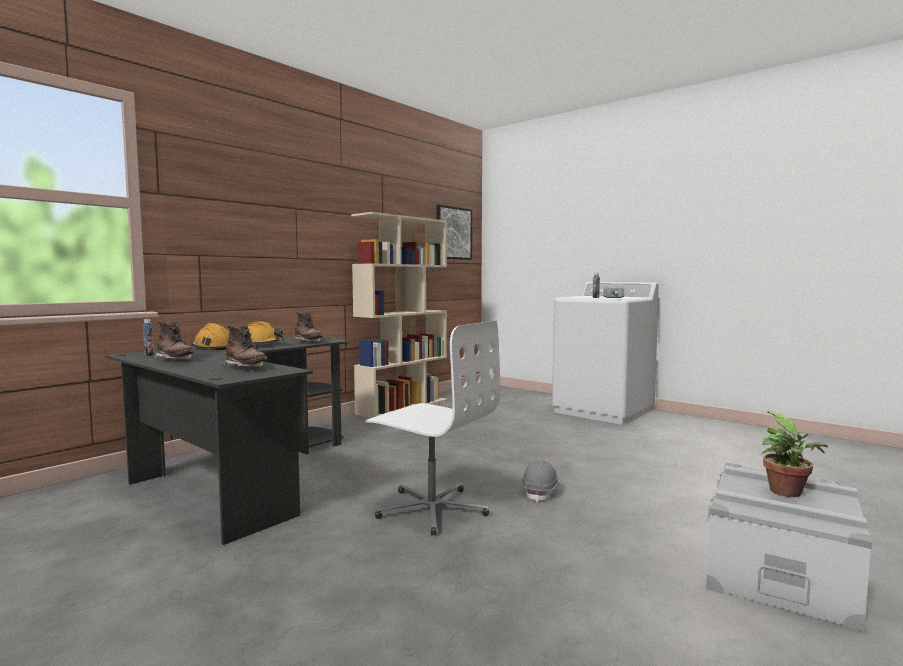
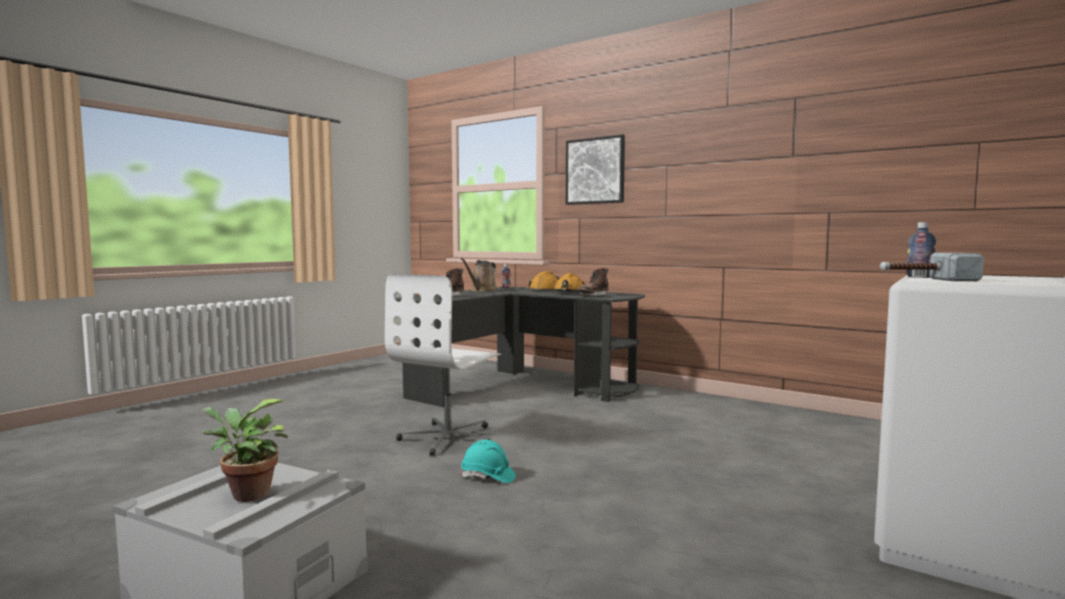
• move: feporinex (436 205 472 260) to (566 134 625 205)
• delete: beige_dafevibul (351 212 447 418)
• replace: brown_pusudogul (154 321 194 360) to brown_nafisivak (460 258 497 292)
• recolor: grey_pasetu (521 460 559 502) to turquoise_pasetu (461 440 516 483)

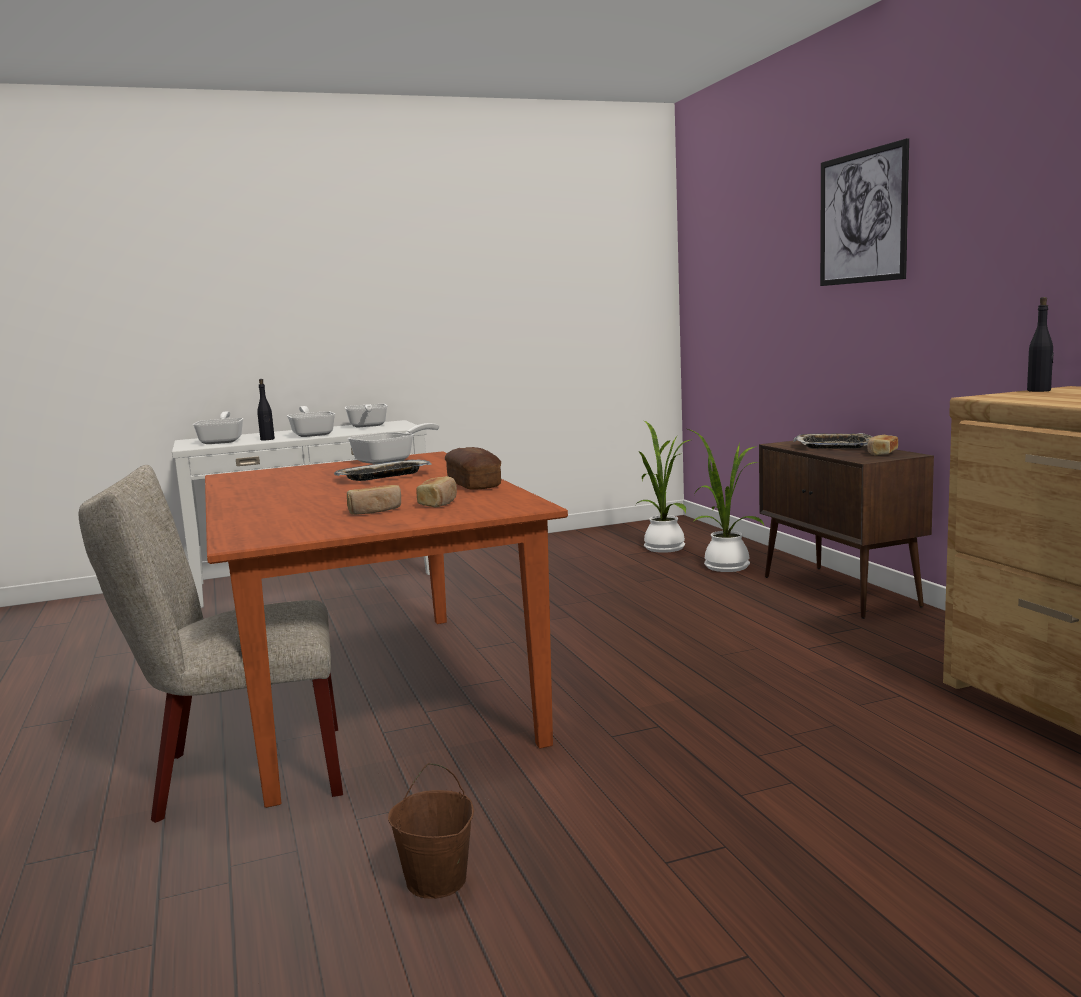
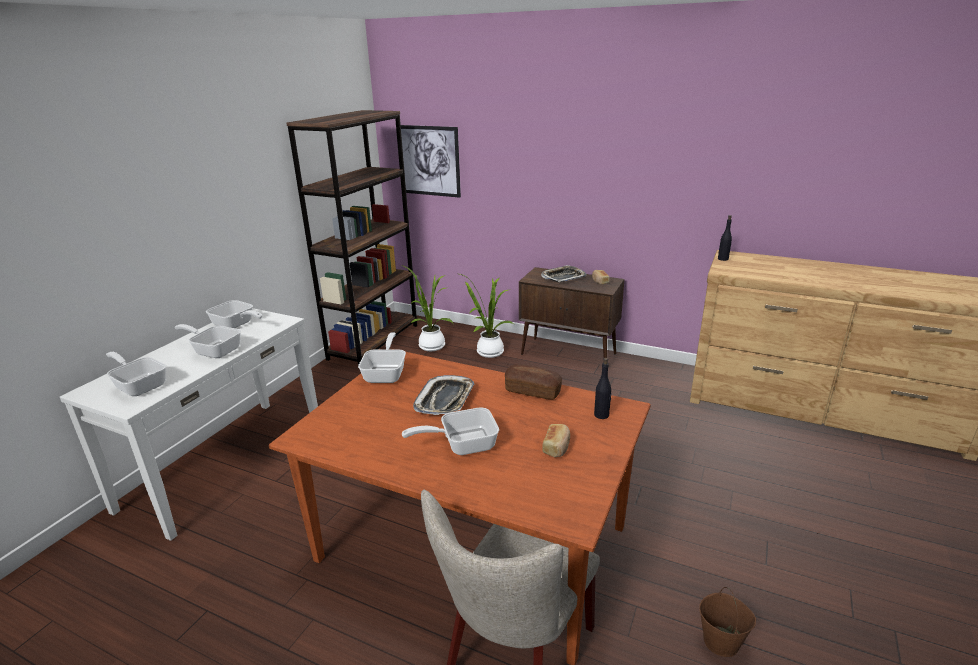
• move: feporinex (820 138 909 286) to (401 125 461 198)
• move: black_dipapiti (257 379 275 440) to (594 358 612 419)
• delete: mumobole (416 476 457 507)
• insert: brown_dafevibul (287 110 417 365)
• insert: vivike (402 407 499 455)

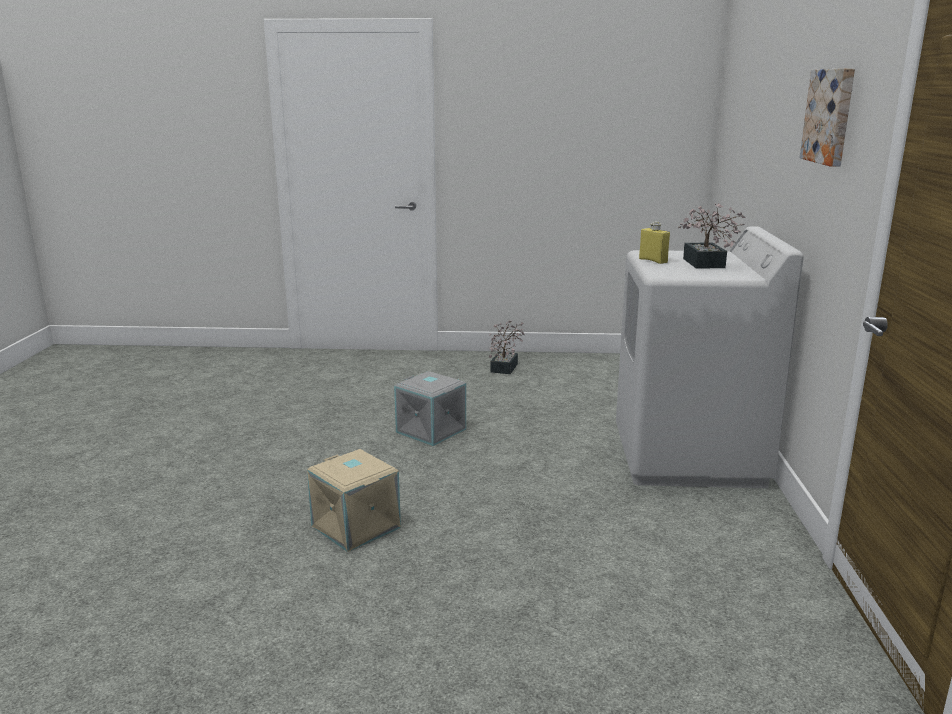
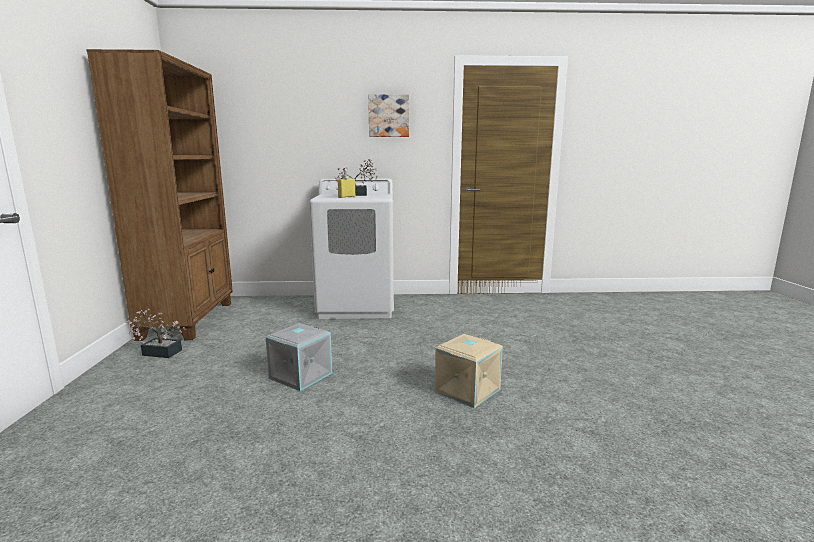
• insert: brown_dafevibul (86 49 233 341)

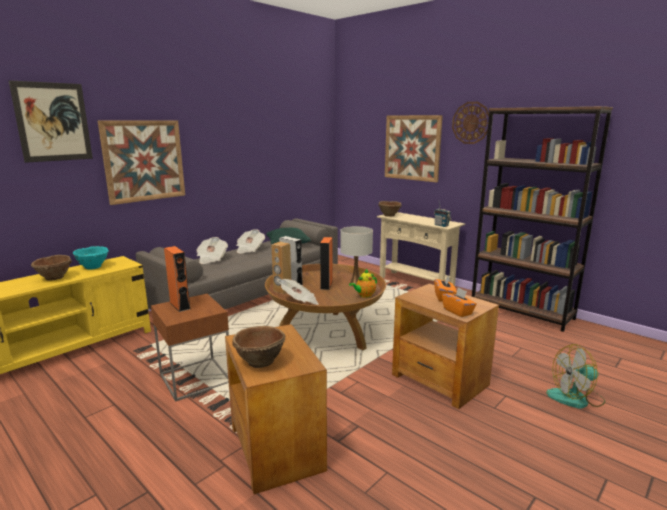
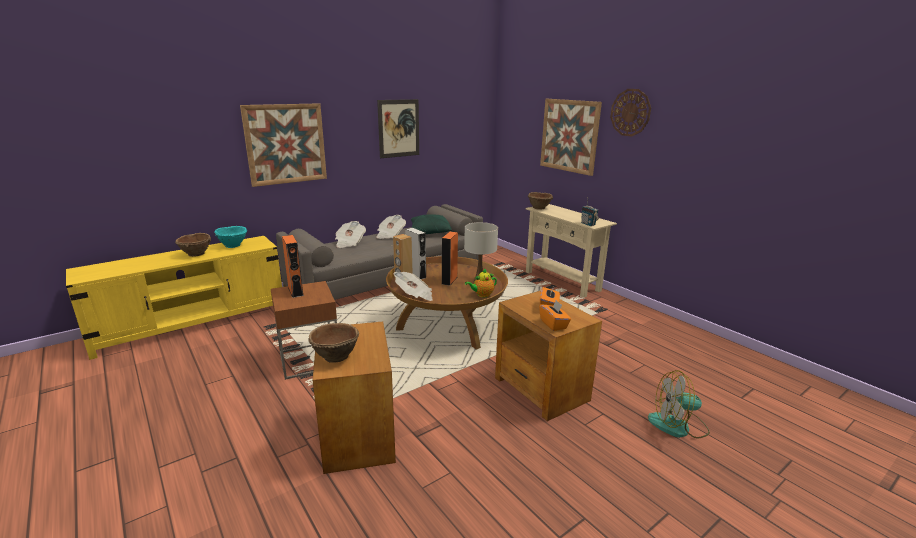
• move: feporinex (9 80 93 163) to (377 99 419 158)
• delete: brown_dafevibul (472 106 613 332)

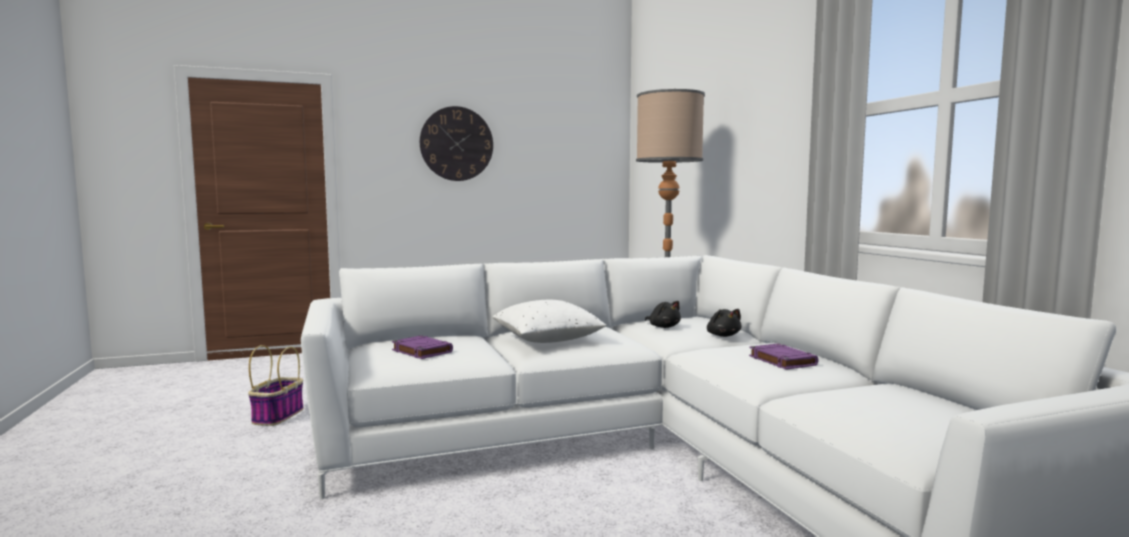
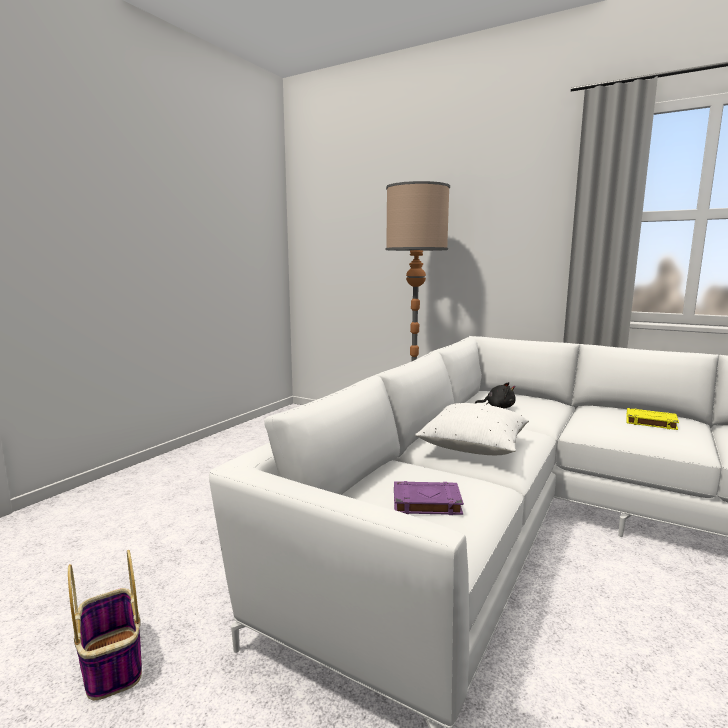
• delete: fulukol (420 106 493 181)
• delete: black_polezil (707 309 742 337)
• recolor: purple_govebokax (749 343 819 370) to yellow_govebokax (626 408 679 430)

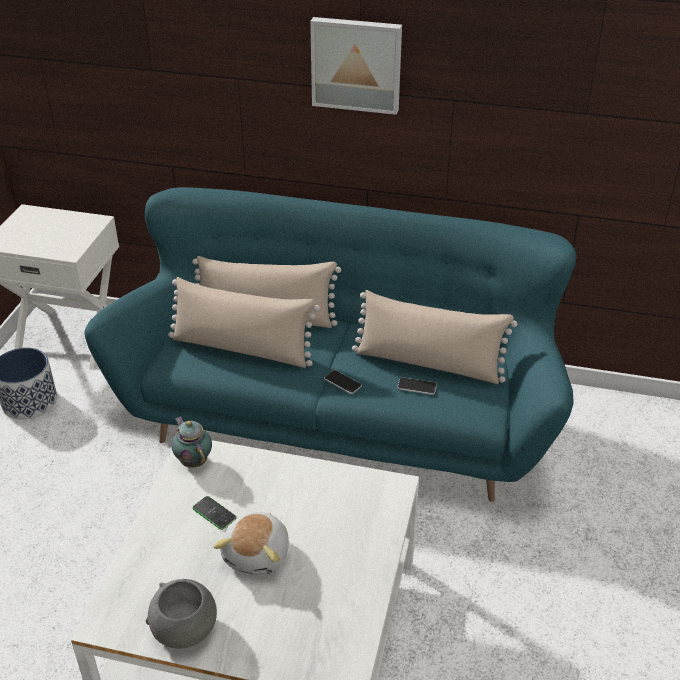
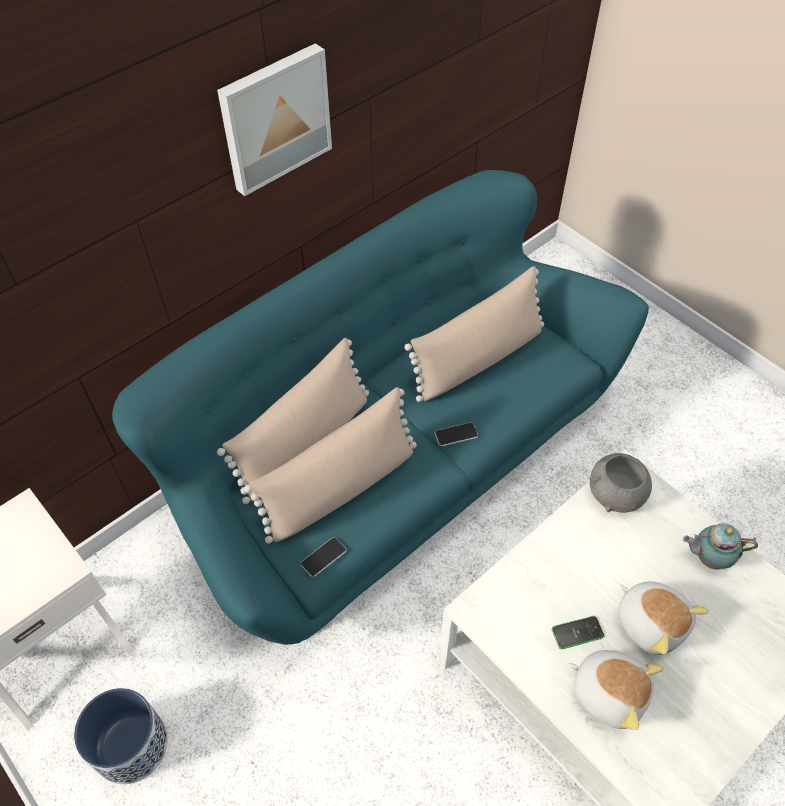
• move: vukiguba (397 377 437 395) to (300 537 347 577)
• move: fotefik (172 416 212 468) to (683 523 758 569)
• move: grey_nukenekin (146 579 217 649) to (590 453 652 513)
• insert: polezil (568 650 664 730)

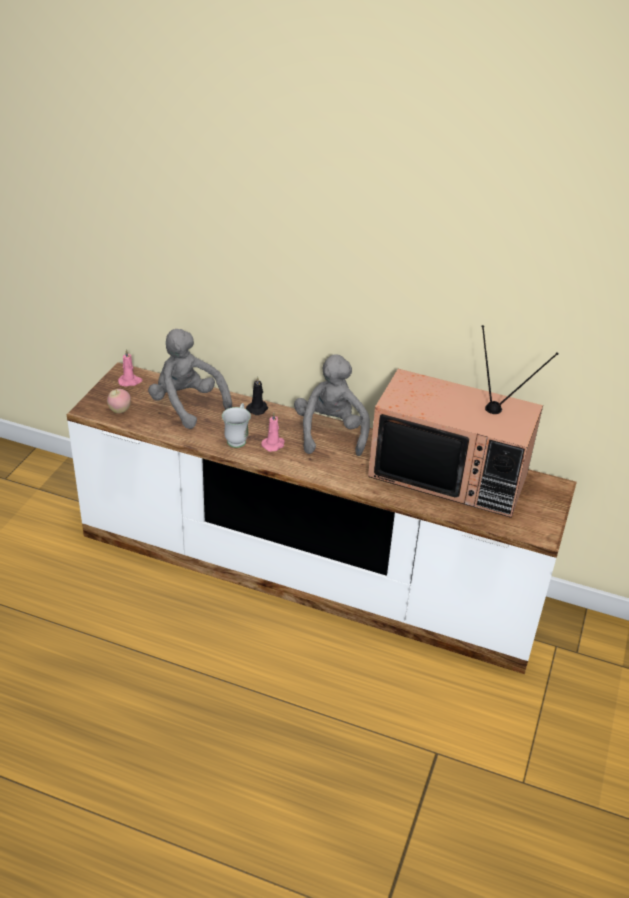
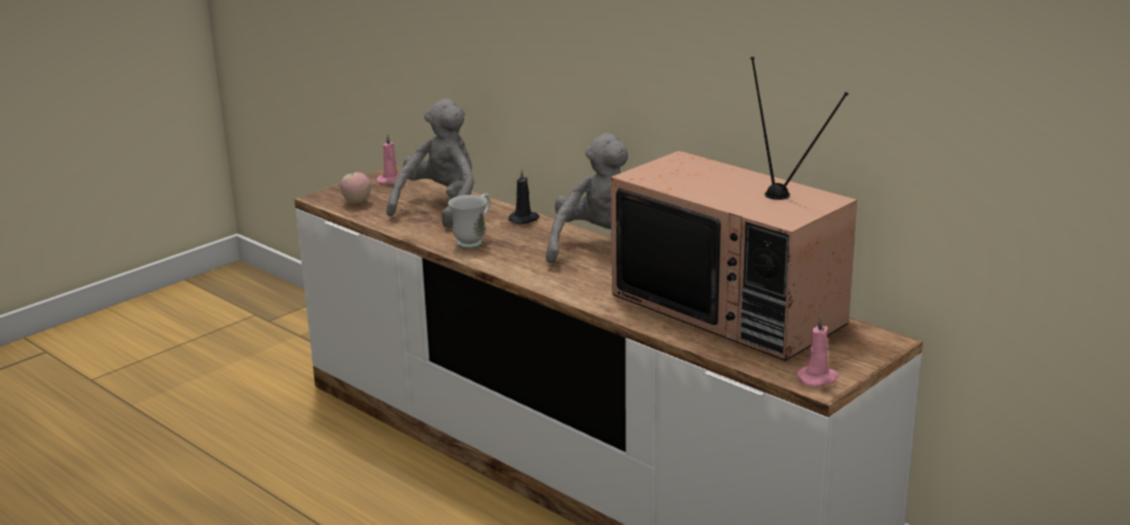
• rotate: grey_polezil (148 329 232 429) = (387 99 474 228) 45 degrees clockwise
• move: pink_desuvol (261 412 285 452) to (797 315 839 386)

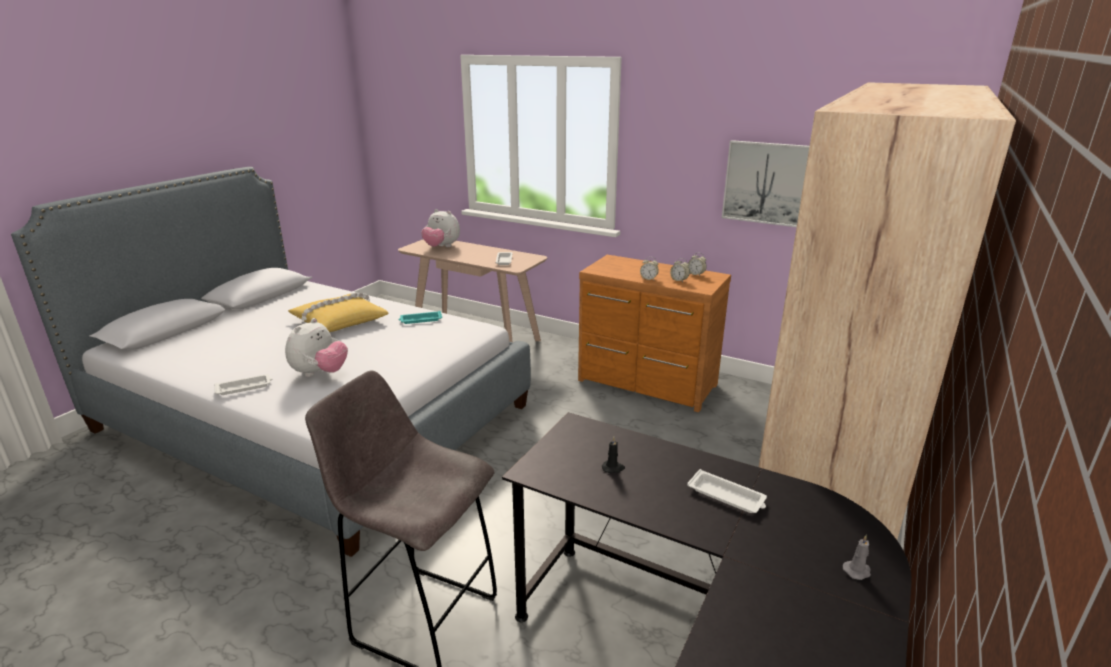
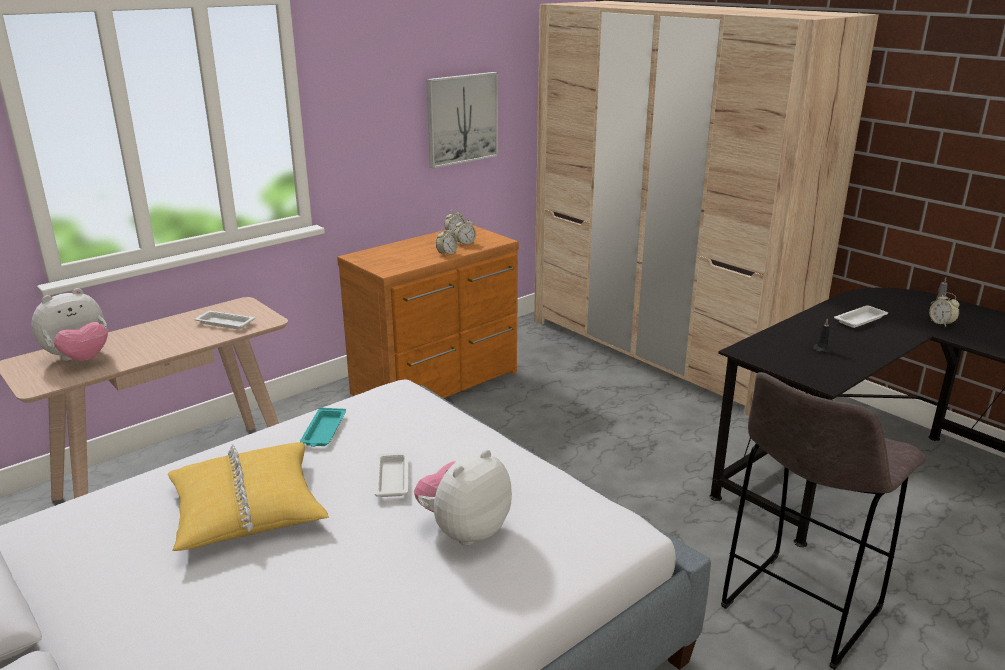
• rotate: polezil (285 318 348 377) = (414 449 512 546) 90 degrees counterclockwise
• move: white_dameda (215 374 273 395) to (375 452 408 497)
• insert: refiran (929 293 960 327)

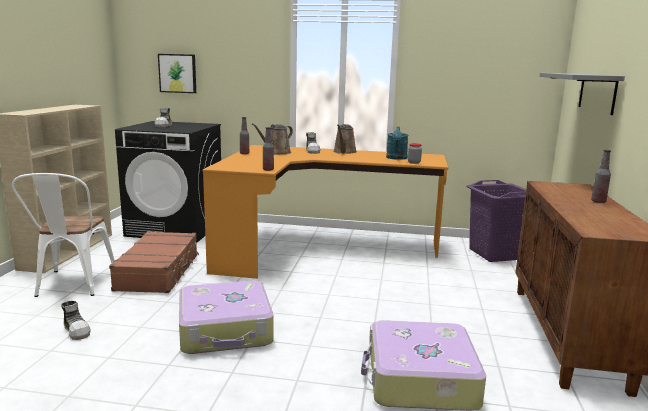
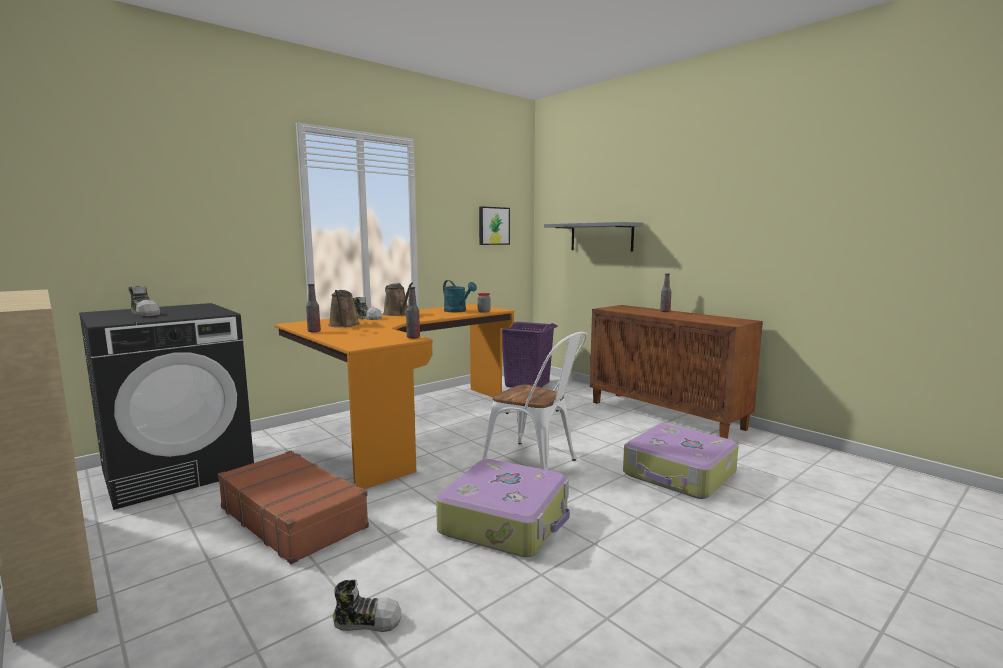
• move: feporinex (158 54 196 93) to (479 206 510 245)
• move: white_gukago (12 173 115 297) to (482 332 587 470)

